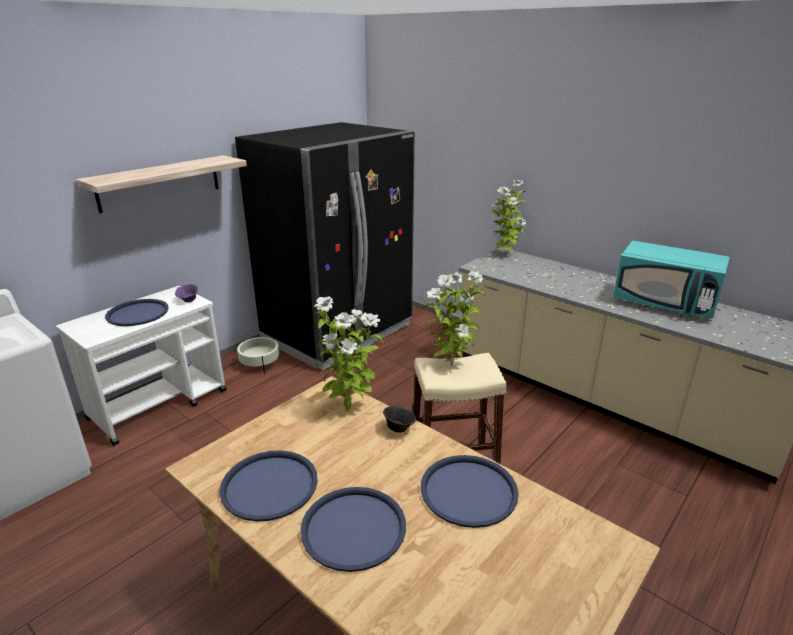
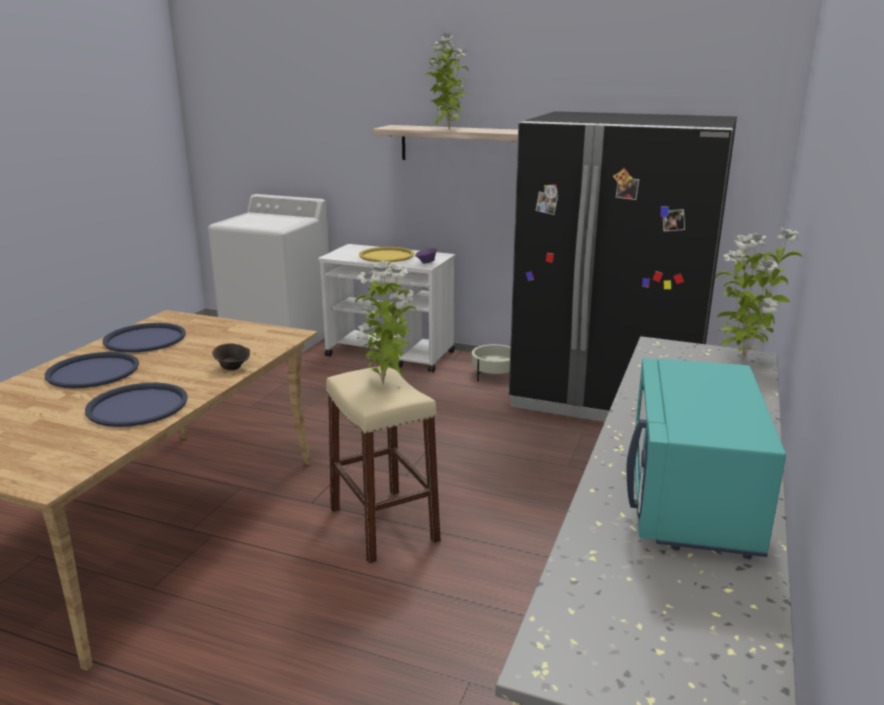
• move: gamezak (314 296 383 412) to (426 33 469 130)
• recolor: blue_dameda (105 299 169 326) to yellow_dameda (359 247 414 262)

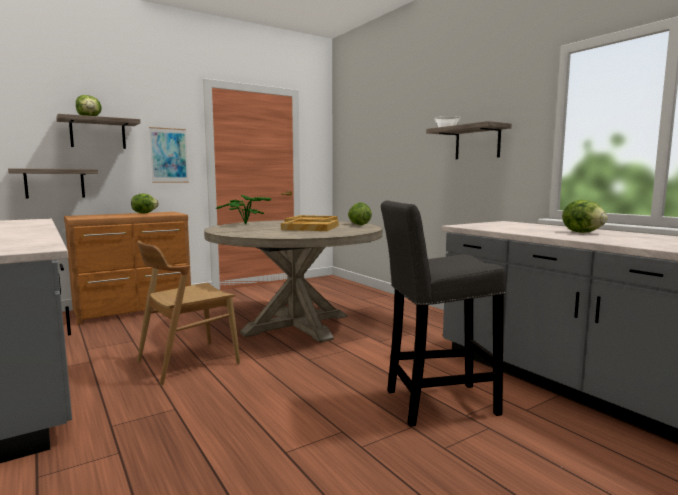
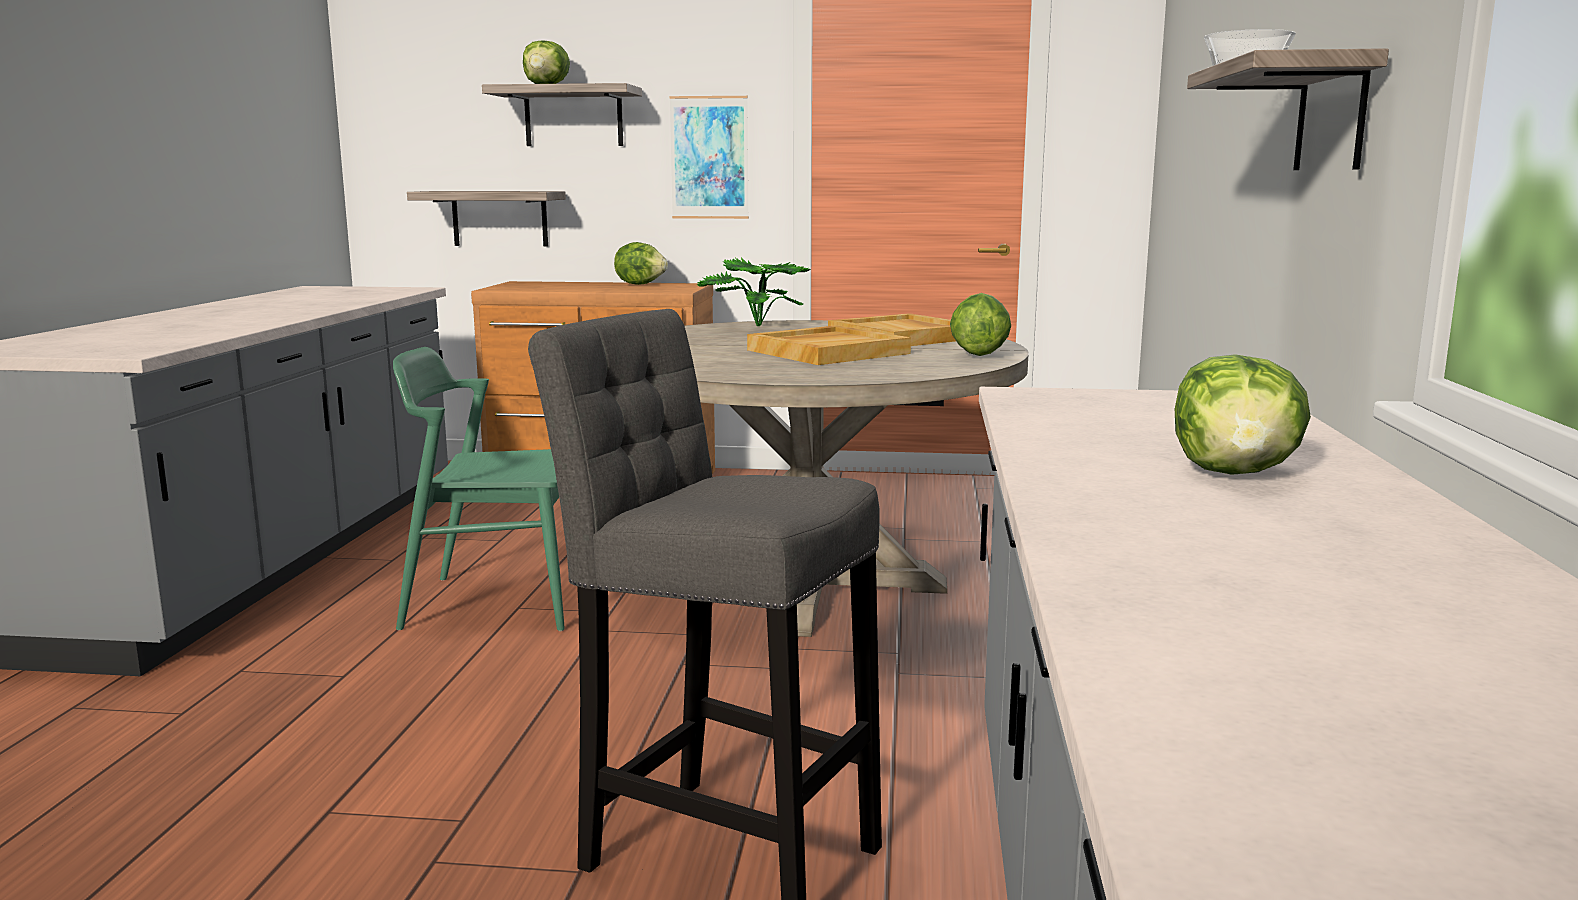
• recolor: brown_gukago (137 240 240 385) to green_gukago (393 347 565 631)

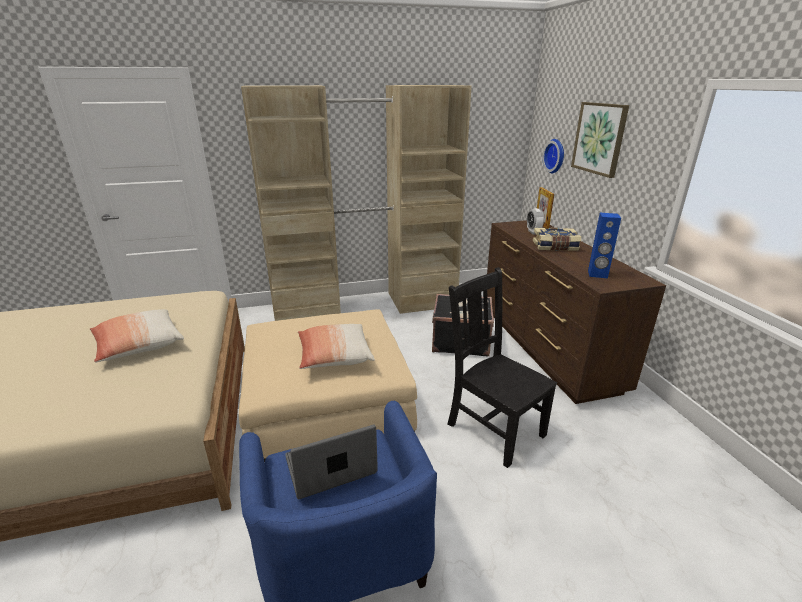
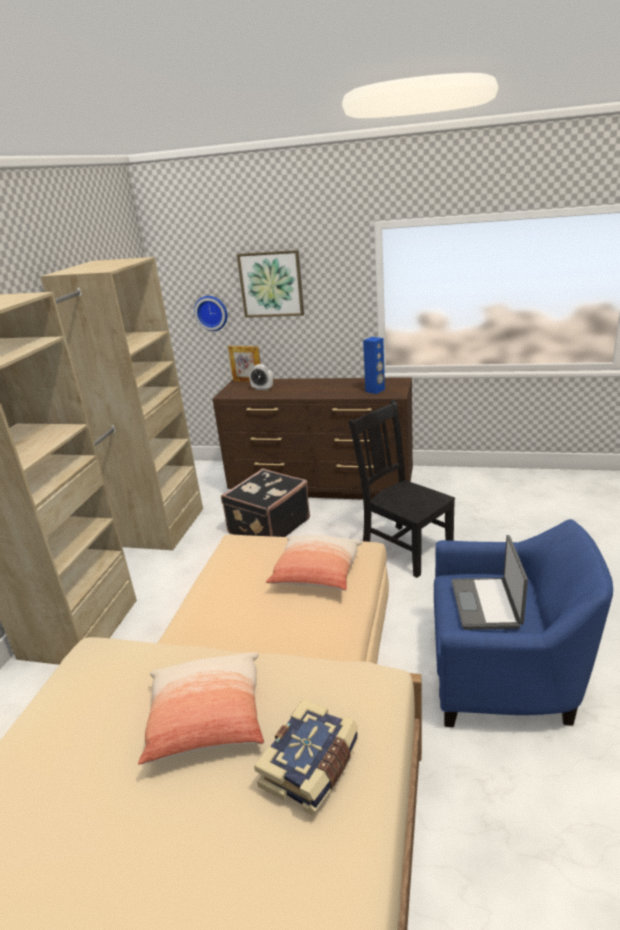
• move: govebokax (533 228 581 251) to (254 699 359 815)
• rotate: black_gukago (447 267 557 468) = (349 400 455 578) 60 degrees clockwise

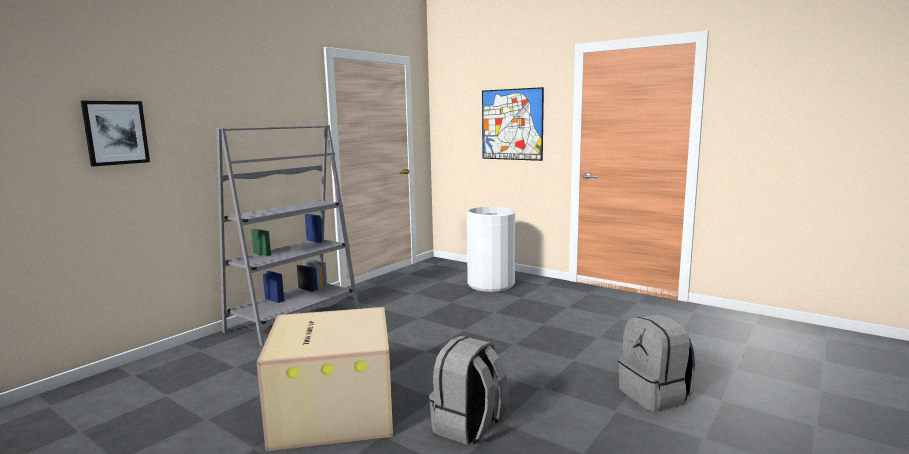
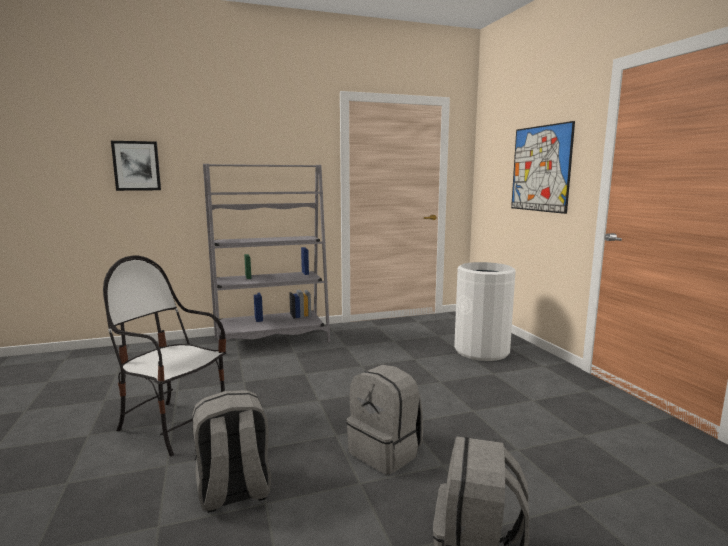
• replace: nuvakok (257 307 393 451) to gukago (103 255 226 456)
• insert: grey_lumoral (346 365 423 475)

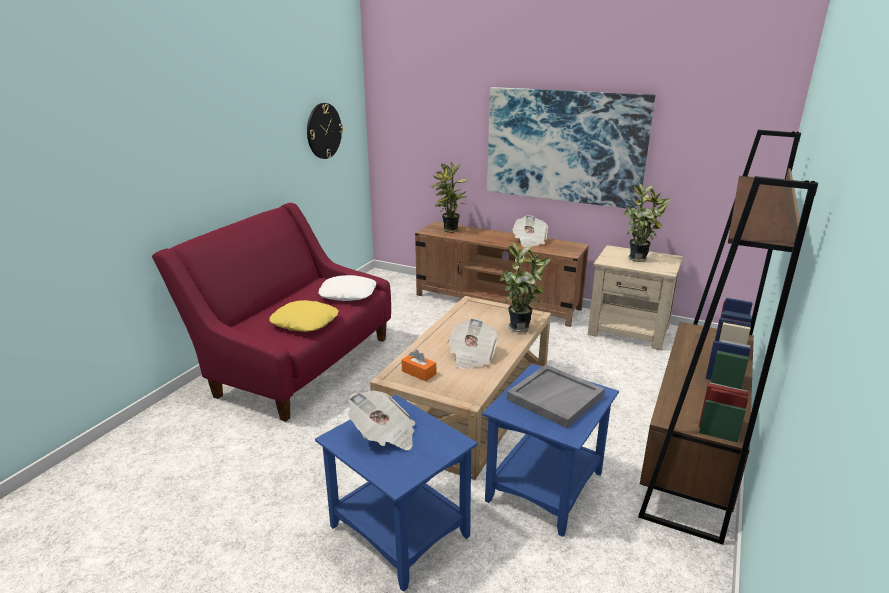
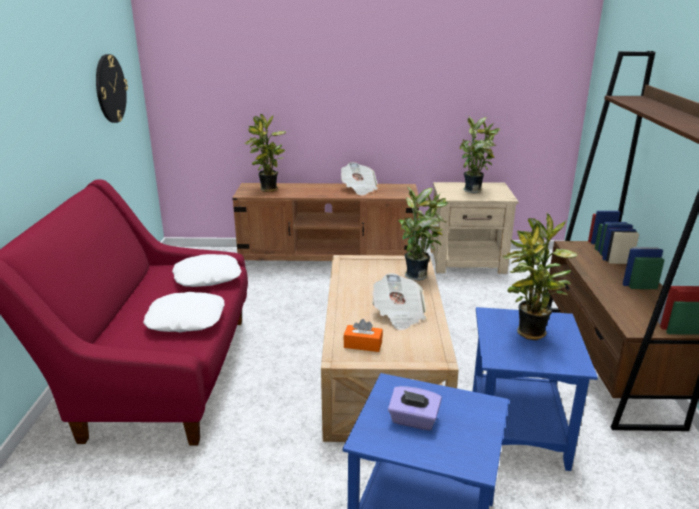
• delete: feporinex (487 87 655 210)
• recolor: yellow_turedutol (270 300 338 332) to white_turedutol (143 292 224 333)
• replace: grey_dameda (507 365 605 428) to gamezak (502 213 578 340)
• replace: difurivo (348 390 415 450) to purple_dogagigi (388 386 442 431)

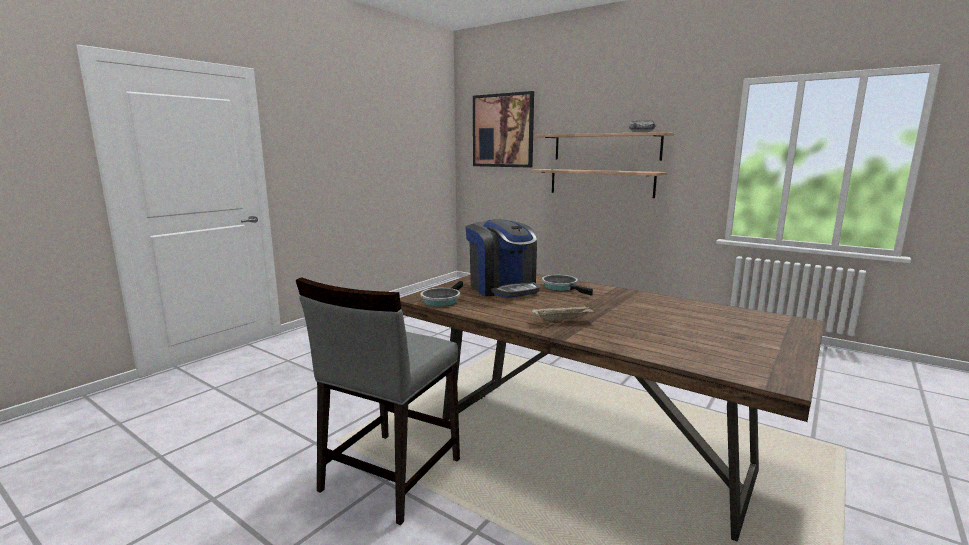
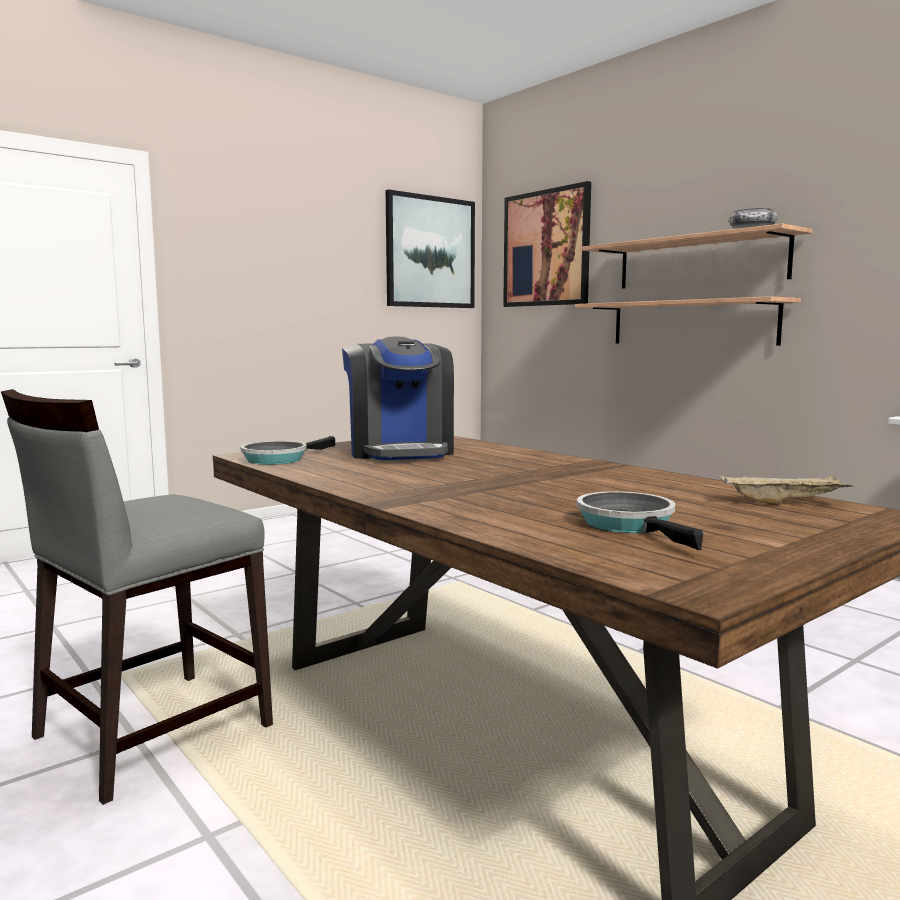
• move: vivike (542 275 593 296) to (577 491 704 550)
• move: beige_dameda (531 304 596 323) to (720 474 855 505)
• insert: feporinex (386 190 475 308)

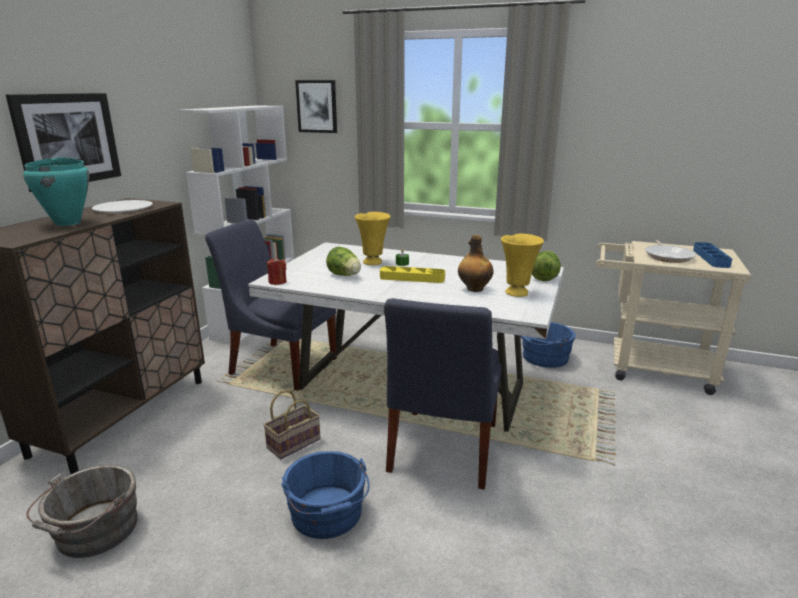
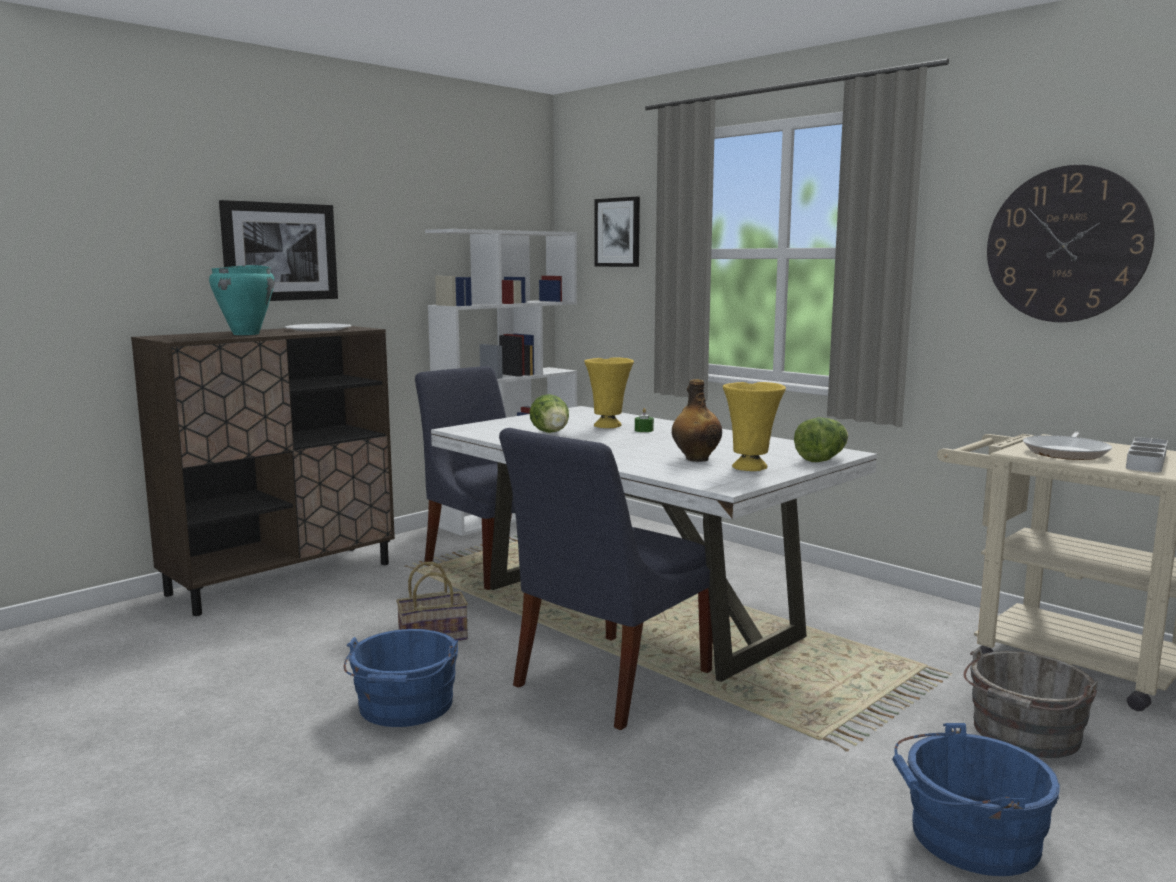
• recolor: blue_dameda (693 242 732 268) to grey_dameda (1126 437 1168 472)
• delete: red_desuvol (267 257 287 285)
• delete: yellow_dameda (380 266 445 283)
• move: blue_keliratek (520 322 576 368) to (892 723 1060 876)
• move: grey_keliratek (26 465 137 558) to (964 647 1098 758)
• insert: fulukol (987 165 1154 322)

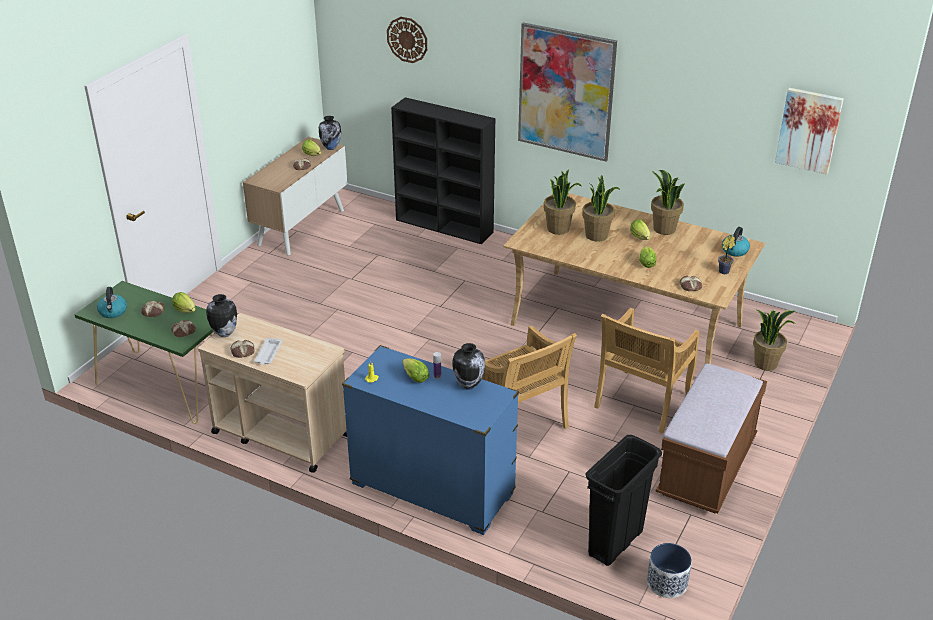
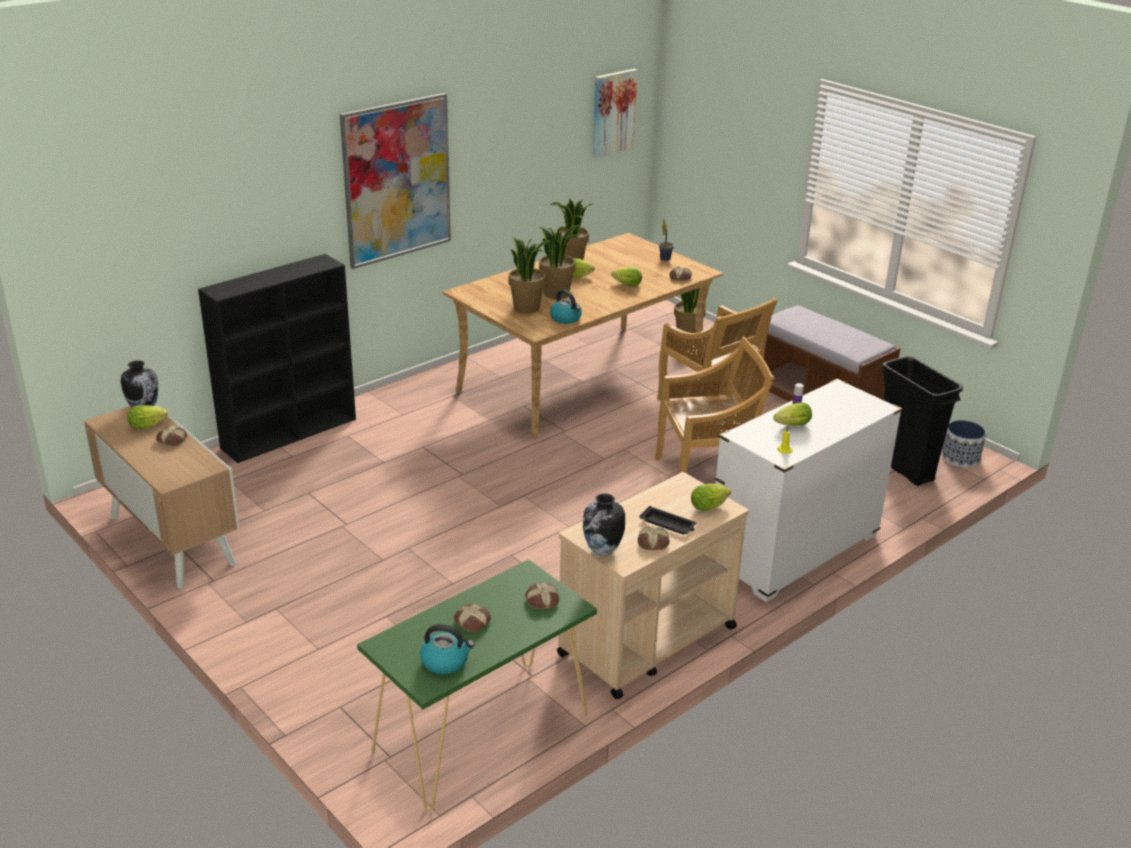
• delete: fulukol (387 17 427 63)
• move: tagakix (722 227 750 257) to (550 290 582 324)
• move: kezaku (172 292 196 313) to (691 484 731 511)
• recolor: white_dameda (254 338 282 365) to black_dameda (639 506 696 535)
• delete: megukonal (452 343 485 390)
• recolor: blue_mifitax (342 345 519 535) to white_mifitax (715 379 902 602)

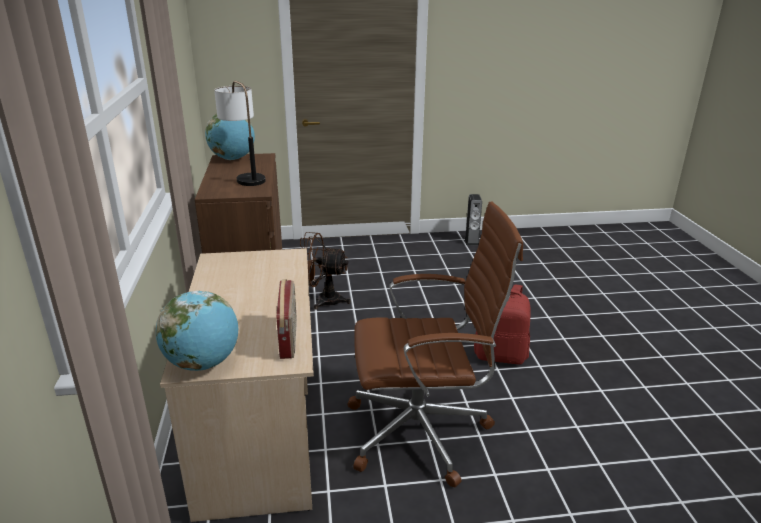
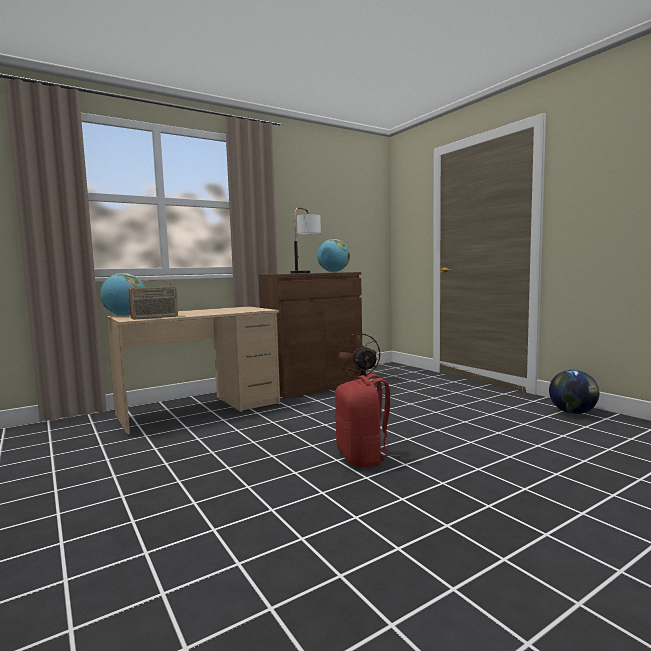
• replace: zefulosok (465 194 482 246) to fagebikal (549 370 599 414)
• delete: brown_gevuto (348 201 523 487)

